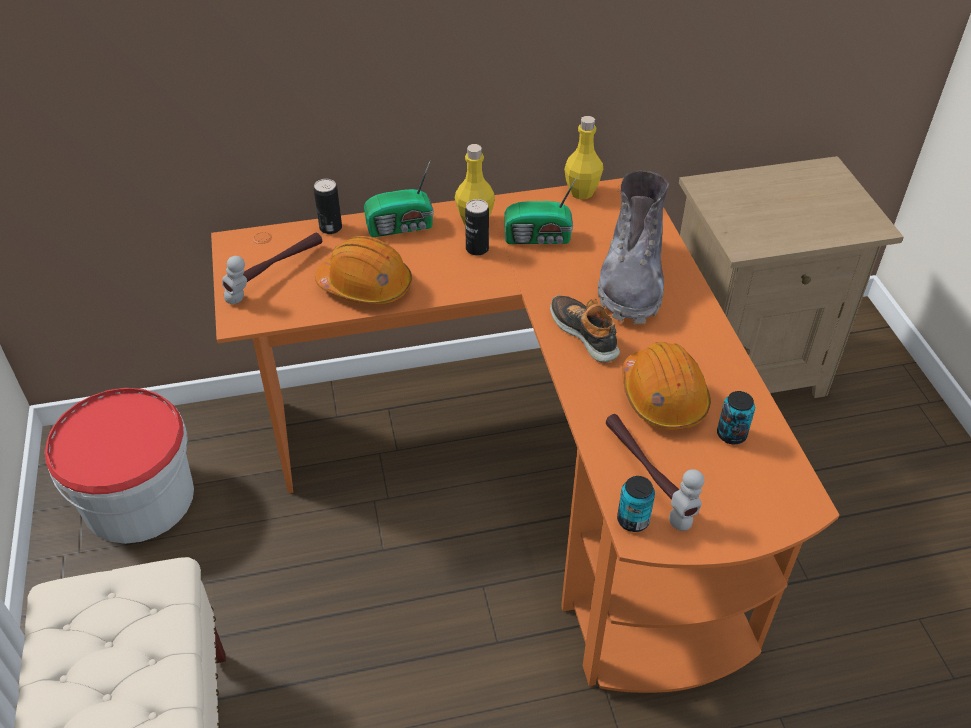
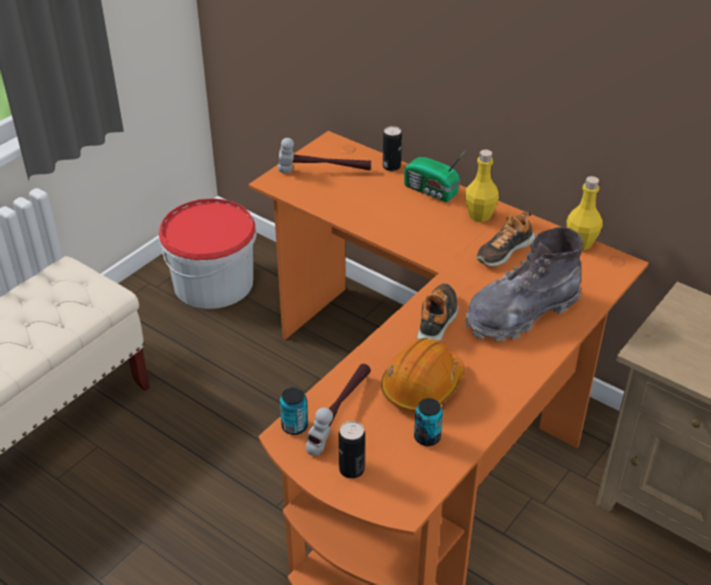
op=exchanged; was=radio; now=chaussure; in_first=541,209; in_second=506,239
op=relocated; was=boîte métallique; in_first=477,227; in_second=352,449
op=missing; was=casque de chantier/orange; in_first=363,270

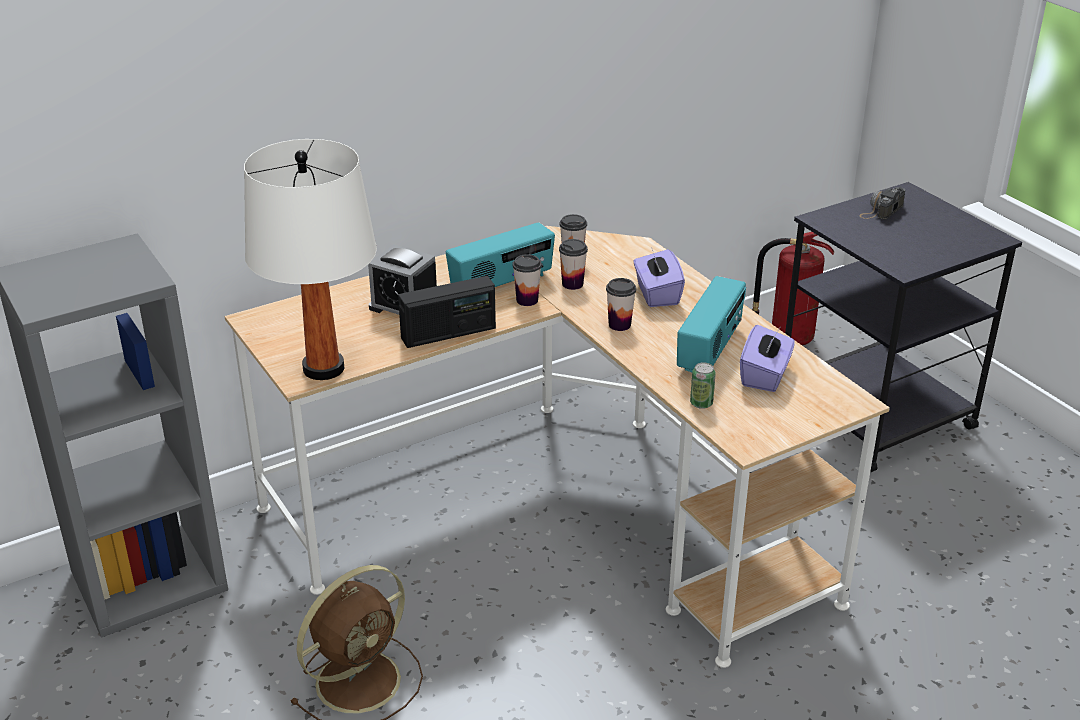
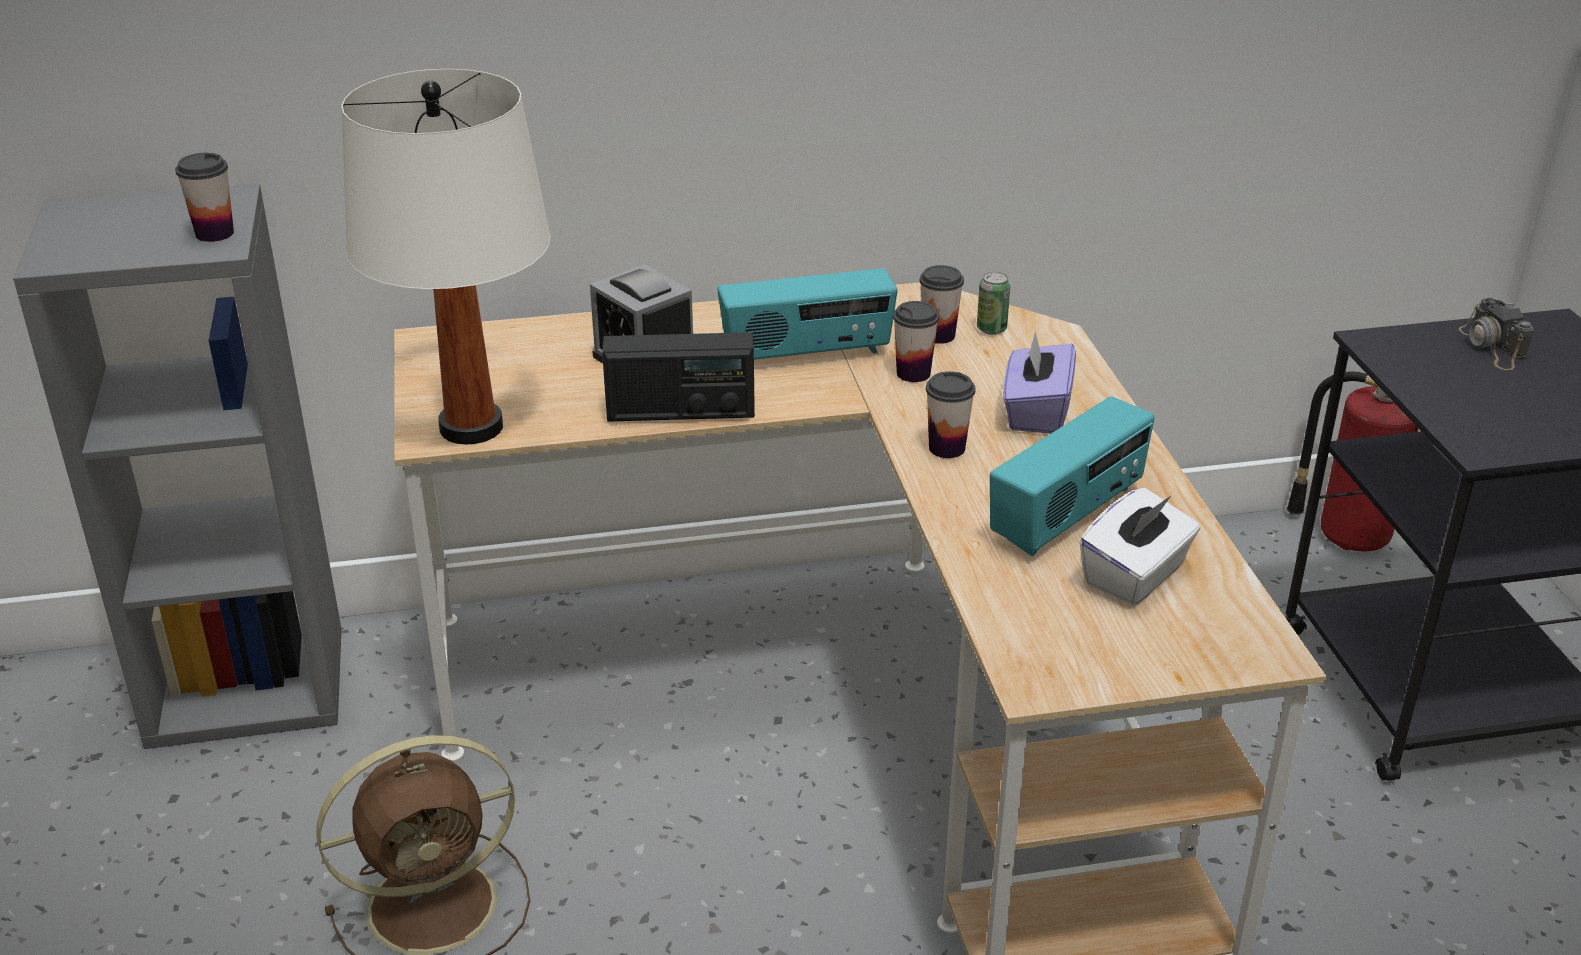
op=spun; was=appareil photo; in_first=882,203; in_second=1496,334; clockwise=-75
op=relocated; was=tasse; in_first=527,280; in_second=204,197
op=colour; was=boîte à mouchoirs/violet; now=boîte à mouchoirs/blanc; in_first=767,358; in_second=1140,546
op=relocated; was=boîte métallique; in_first=703,385; in_second=993,303

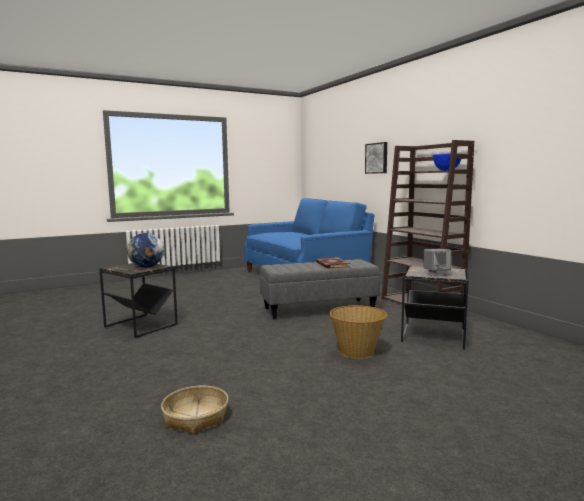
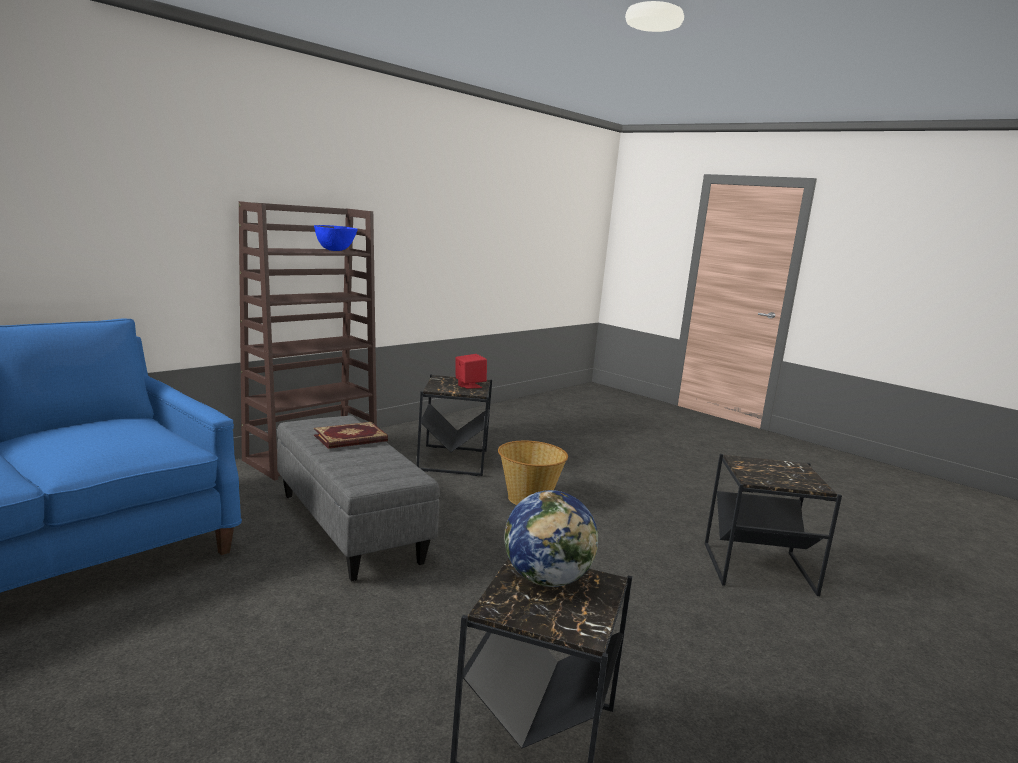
op=missing; was=tableau; in_first=376,158
op=colour; was=enceinte/gris; now=enceinte/rouge; in_first=437,262; in_second=471,371
op=exchanged; was=panier; now=table d'appoint/noir; in_first=195,410; in_second=773,525

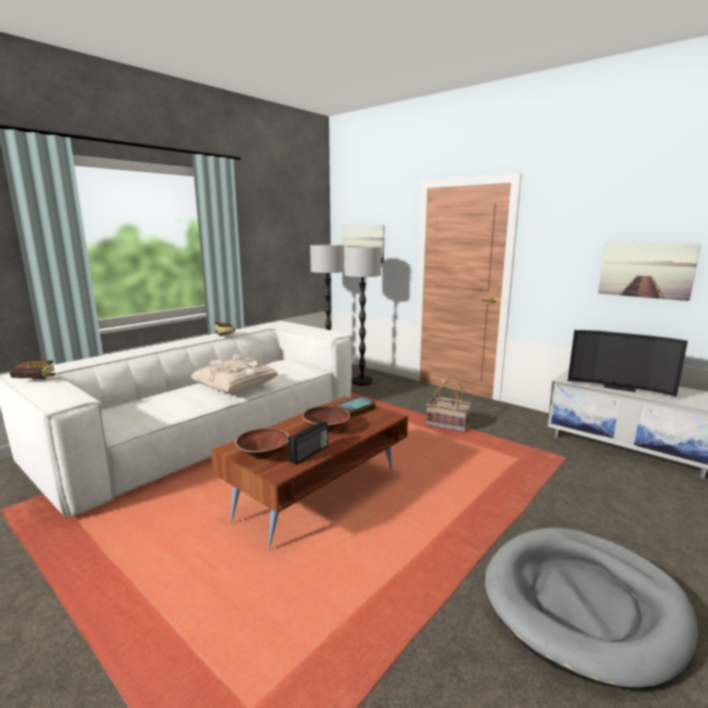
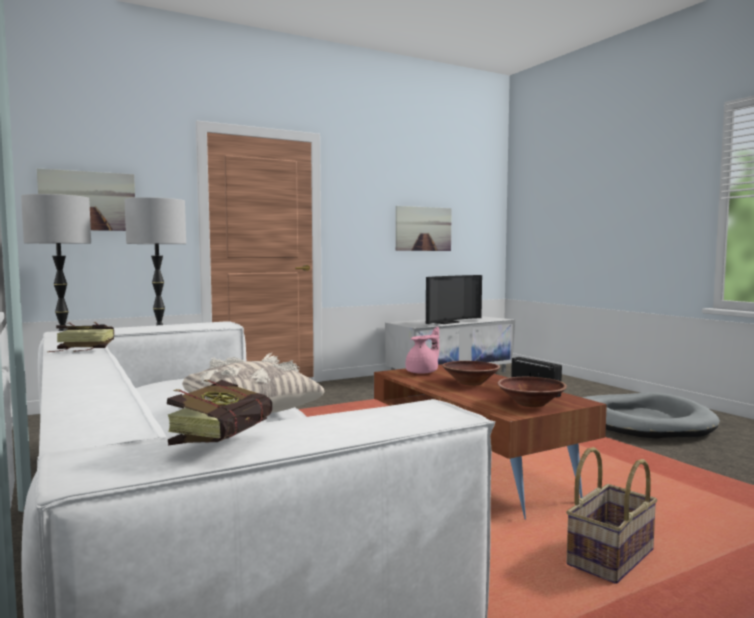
op=relocated; was=panier; in_first=449,405; in_second=612,515
op=exchanged; was=livre; now=théière/rose; in_first=355,407; in_second=422,350

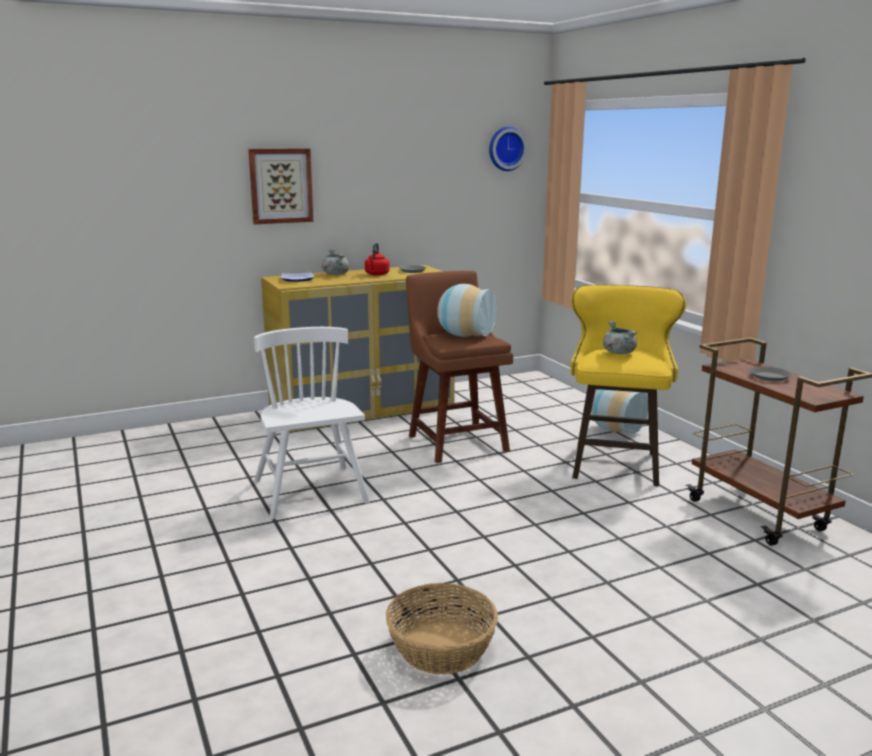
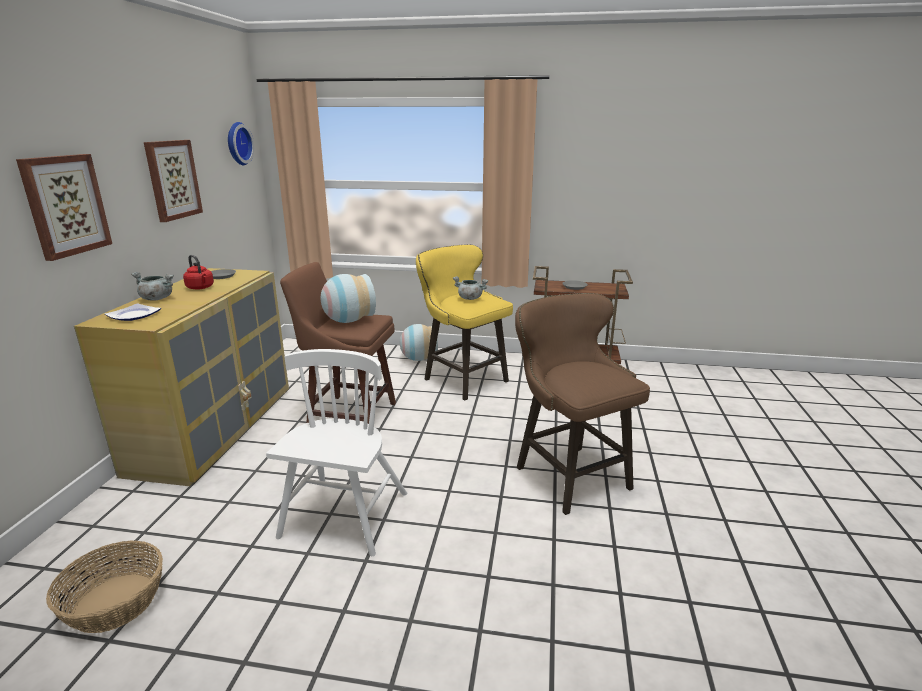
op=spun; was=chaise/blanc; in_first=312,423; in_second=336,452; clockwise=90
op=relocated; was=panier; in_first=442,629; in_second=104,586
op=appeared; now=tableau; in_second=173,181
op=appeared; now=tabouret/marron; in_second=582,404

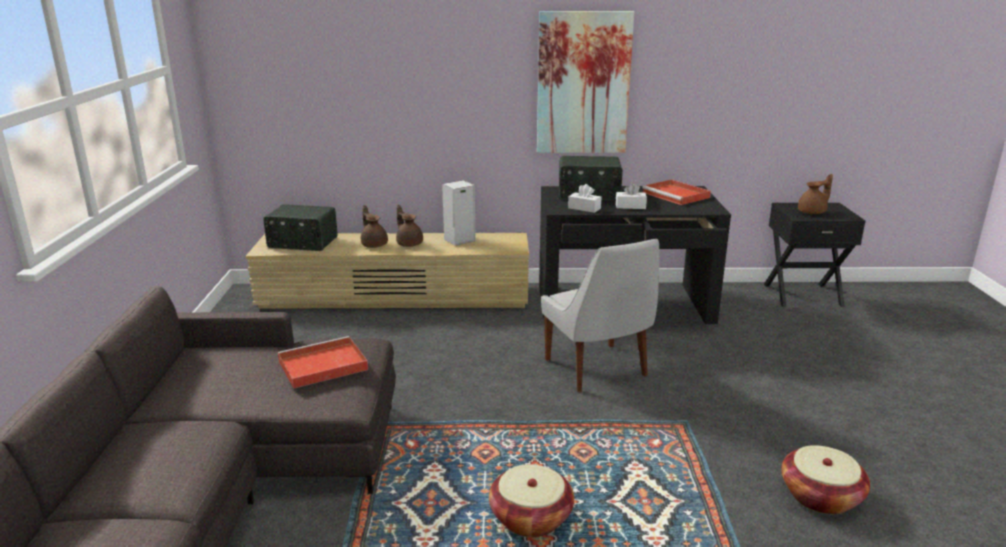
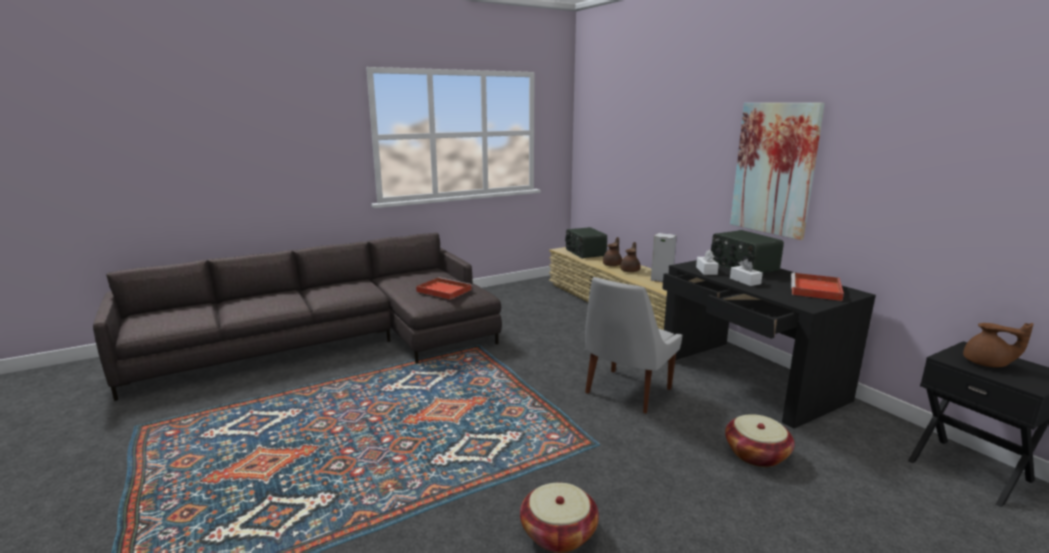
op=relocated; was=panier; in_first=531,500; in_second=760,440

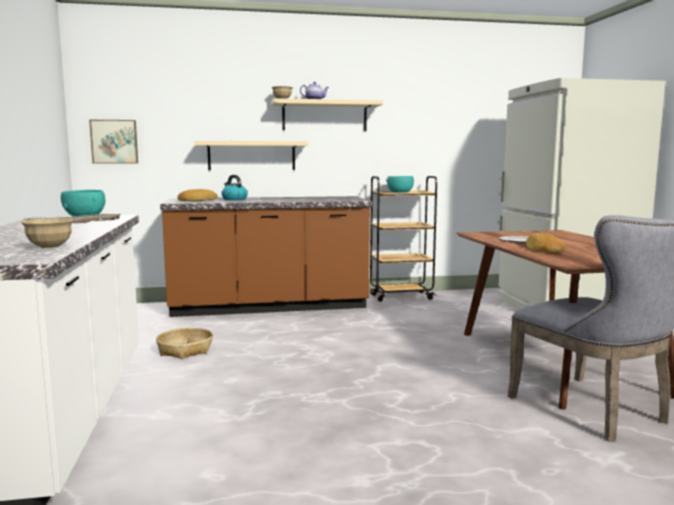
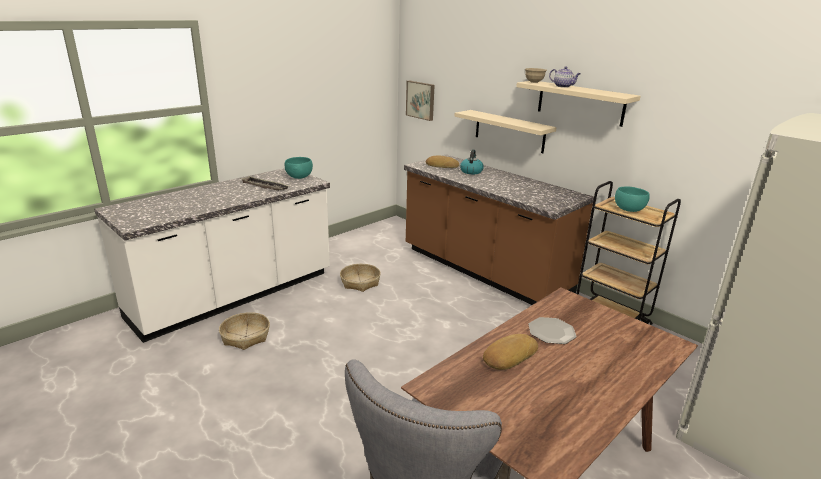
op=missing; was=bol/beige; in_first=47,233
op=appeared; now=panier; in_second=244,331

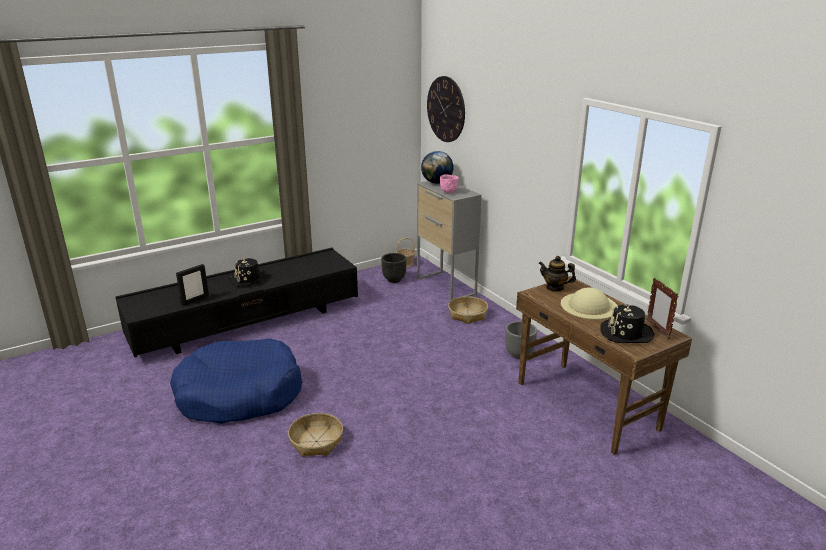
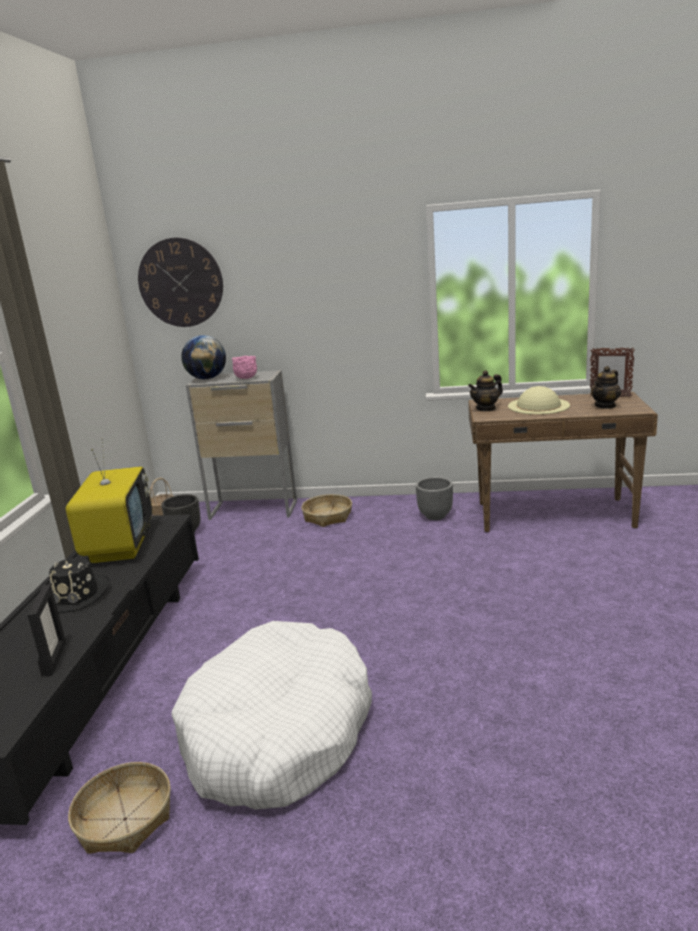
op=exchanged; was=chapeau/noir; now=théière; in_first=627,323; in_second=606,387
op=colour; was=panier pour chien/bleu; now=panier pour chien/blanc; in_first=236,381; in_second=272,715
op=relocated; was=panier; in_first=315,435; in_second=119,808
op=appeared; now=téléviseur; in_second=109,500

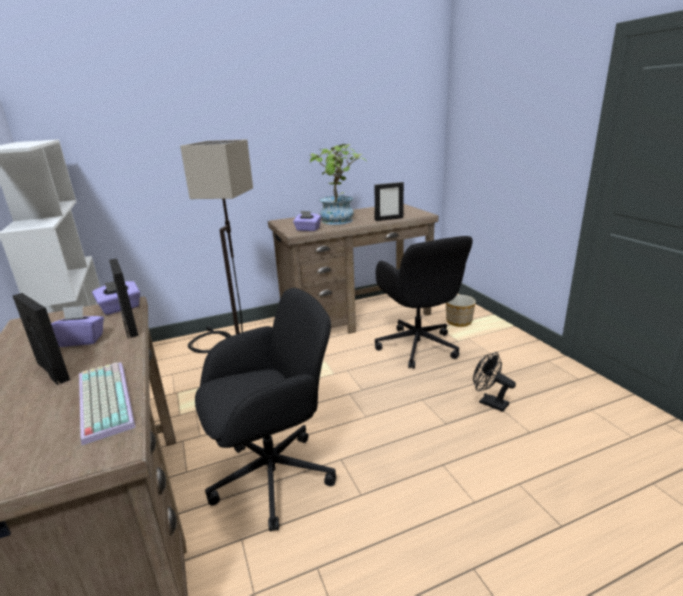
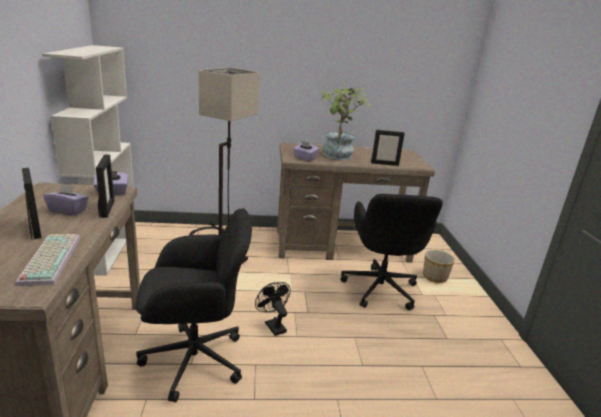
op=relocated; was=ventilateur/noir; in_first=494,382; in_second=273,309

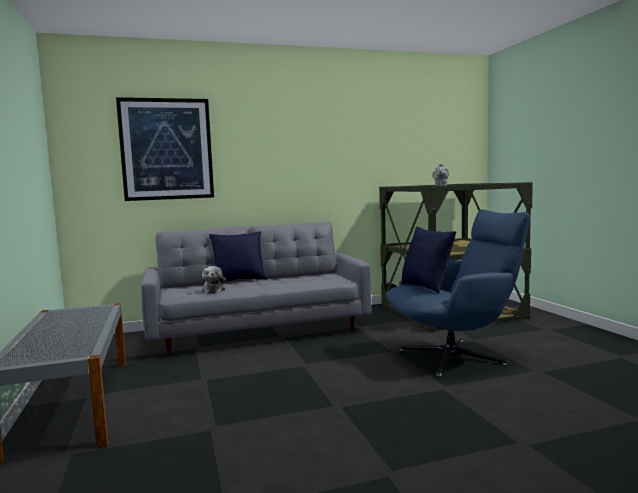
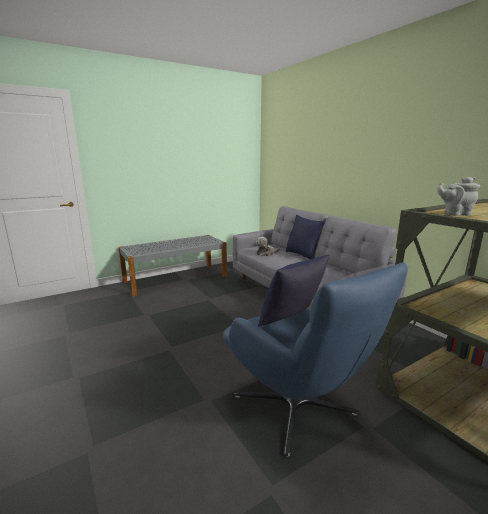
op=missing; was=tableau; in_first=165,149

